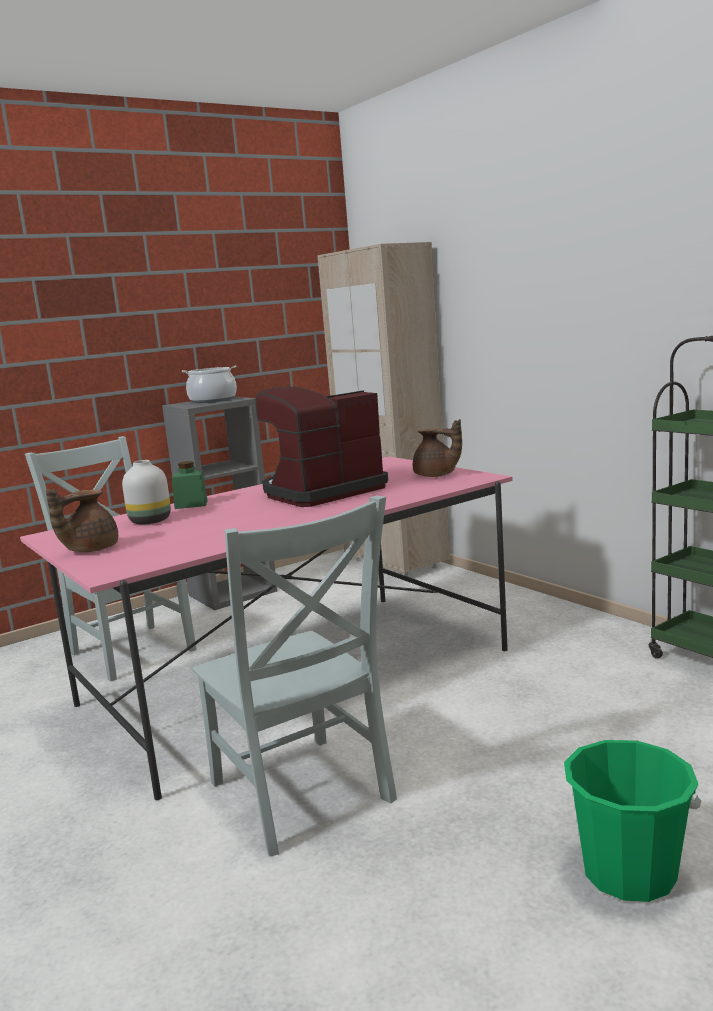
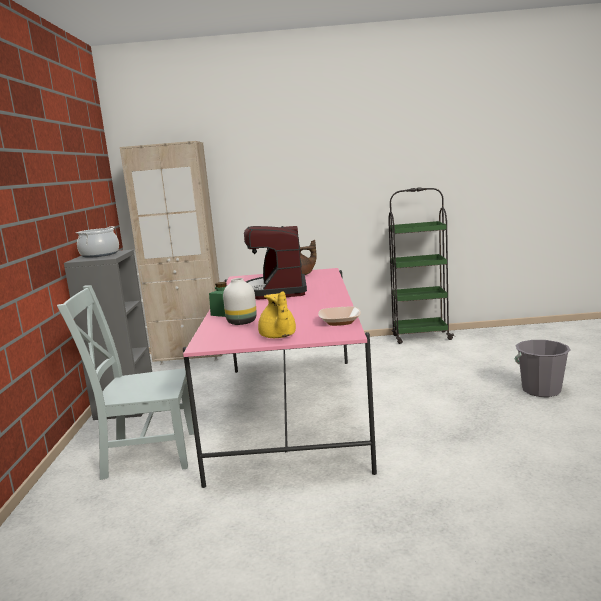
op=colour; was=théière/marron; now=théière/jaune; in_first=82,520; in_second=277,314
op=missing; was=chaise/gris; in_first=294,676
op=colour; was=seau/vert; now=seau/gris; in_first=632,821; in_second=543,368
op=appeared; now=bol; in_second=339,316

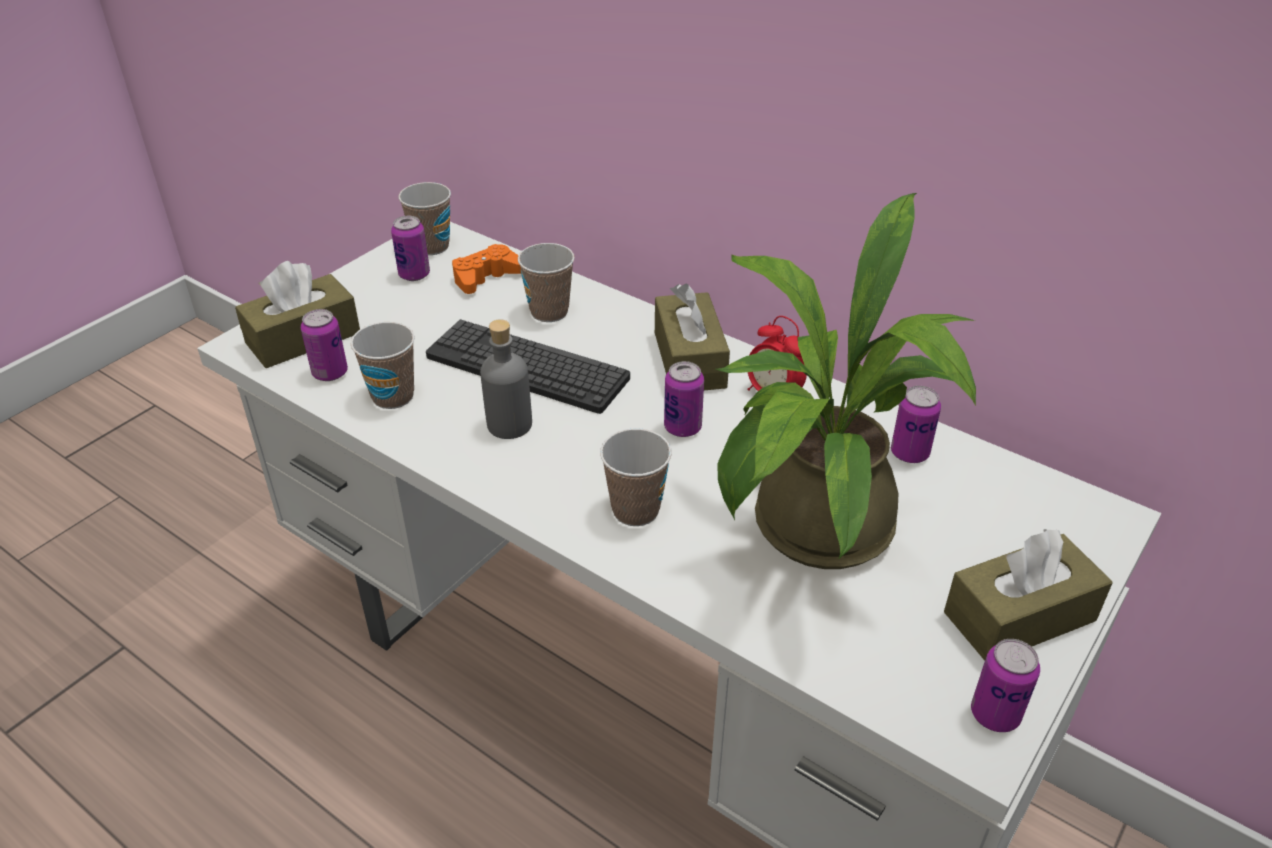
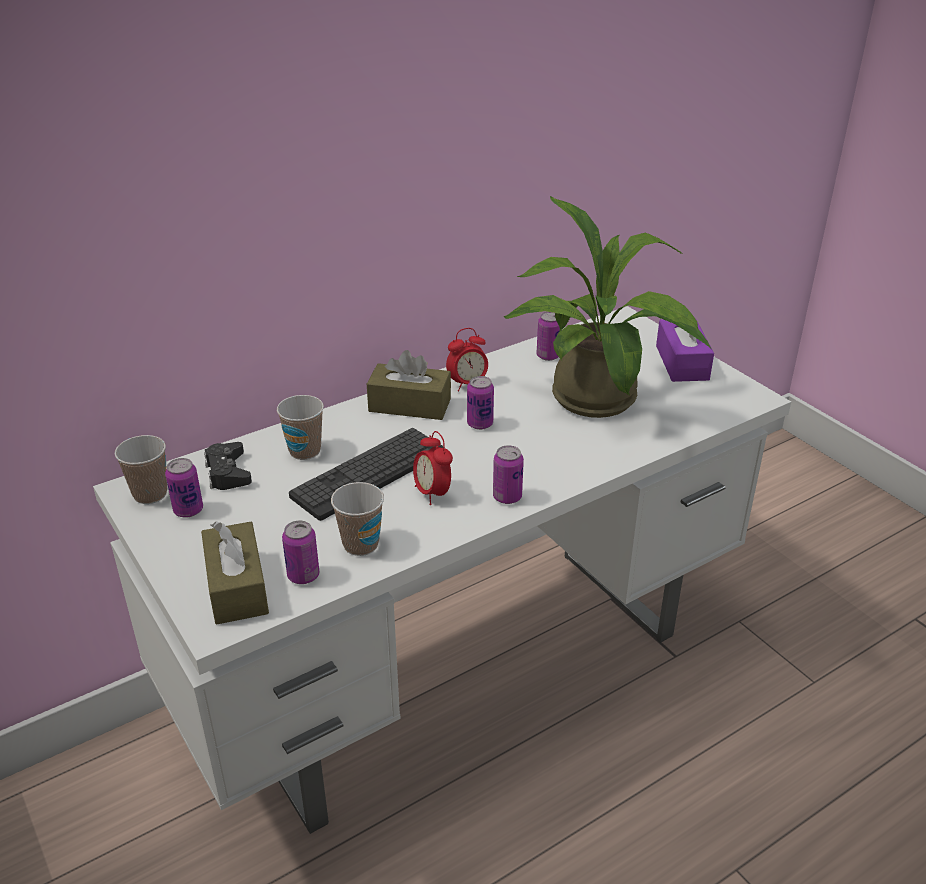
op=colour; was=manette/orange; now=manette/noir; in_first=486,269; in_second=228,466
op=exchanged; was=bouteille/gris; now=réveil; in_first=506,379; in_second=433,468
op=missing; was=tasse; in_first=636,477
op=colour; was=boîte à mouchoirs/marron; now=boîte à mouchoirs/violet; in_first=1028,595; in_second=685,350
op=relocated; was=boîte métallique; in_first=1005,685; in_second=508,474

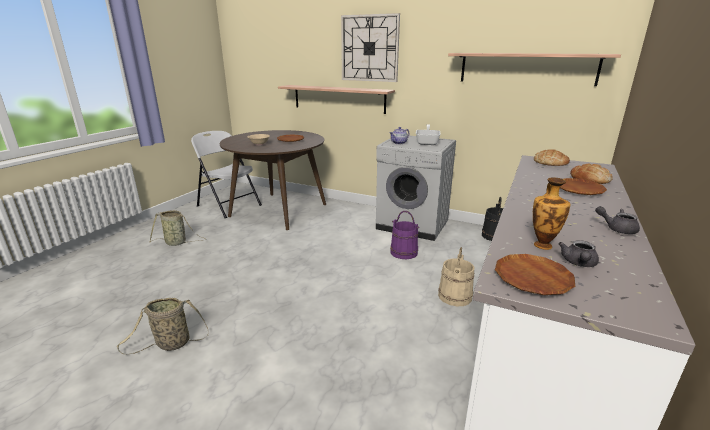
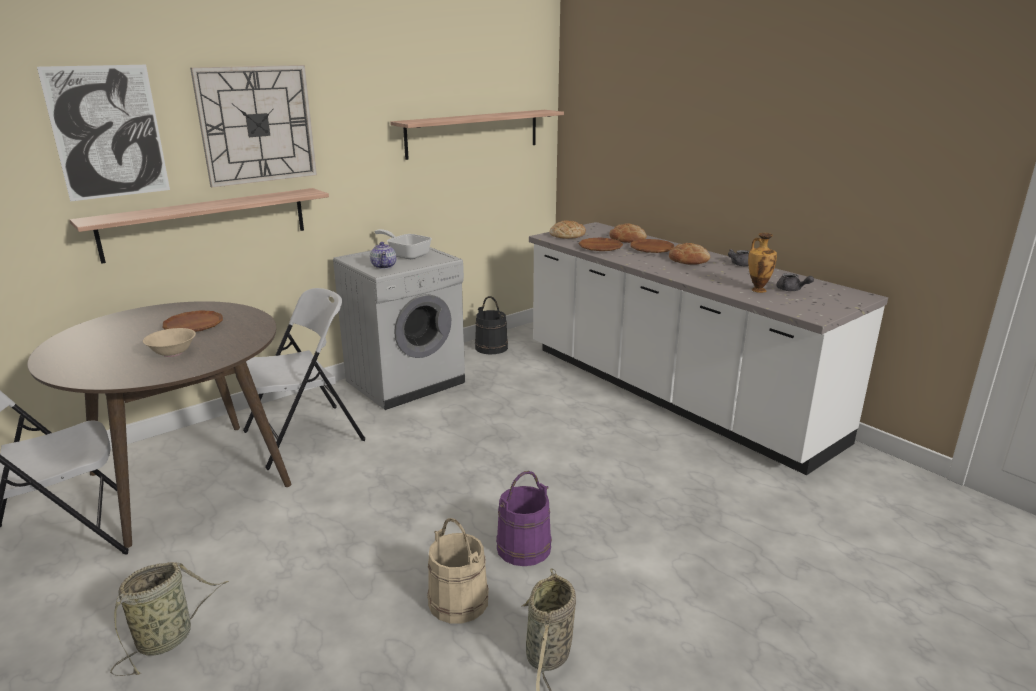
op=relocated; was=seau/violet; in_first=405,235; in_second=524,518
op=relocated; was=seau/beige; in_first=456,276; in_second=458,571
op=relocated; was=assiette/marron; in_first=535,274; in_second=600,244
op=appeared; now=tableau; in_second=103,133
op=appeared; now=pain; in_second=689,254
op=appeared; now=chaise/blanc; in_second=304,379

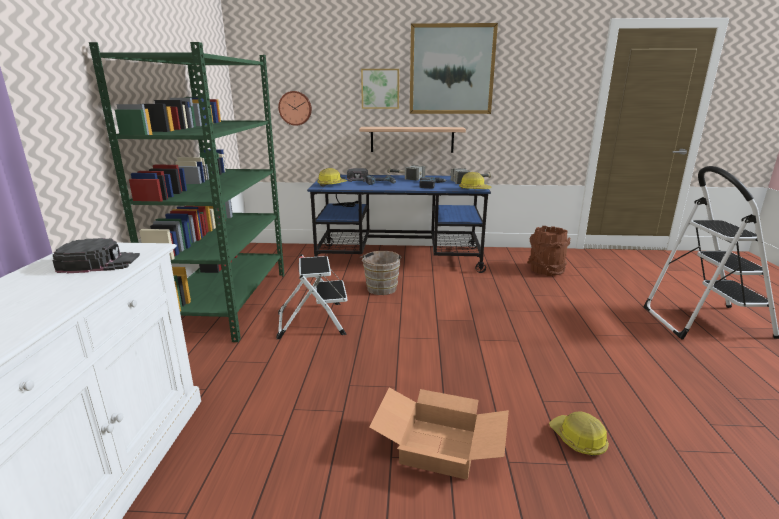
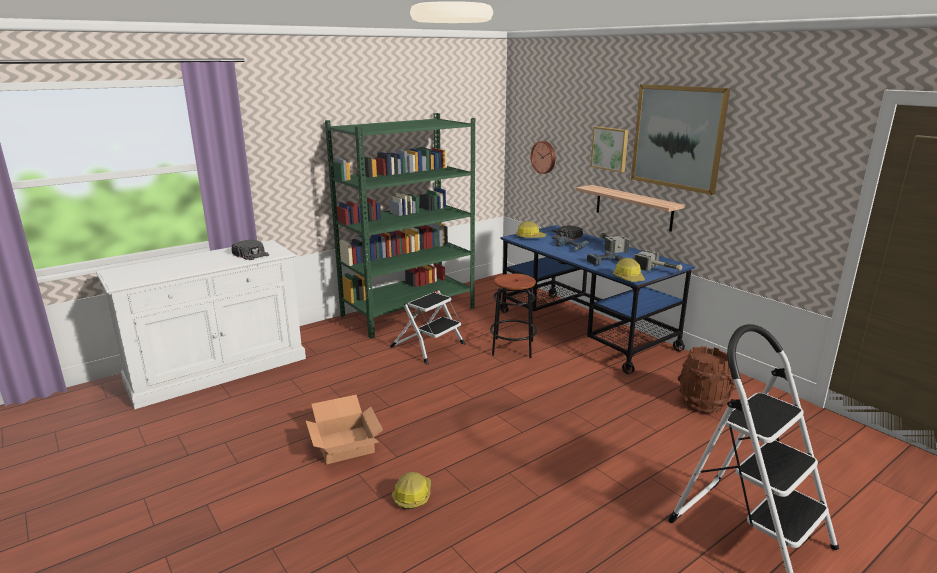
op=exchanged; was=seau/marron; now=tabouret/noir; in_first=381,273; in_second=513,316

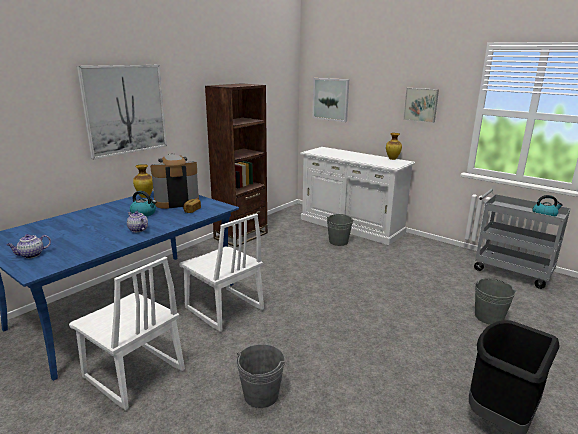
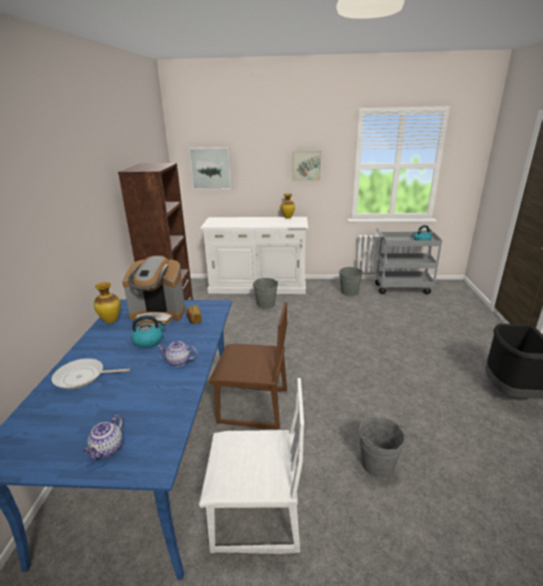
op=missing; was=tableau; in_first=122,112
op=spun; was=machine à café; in_first=174,181; in_second=154,291; clockwise=-120
op=colour; was=chaise/blanc; now=chaise/marron; in_first=221,272; in_second=248,365
op=relocated; was=seau/gris; in_first=495,301; in_second=351,281
op=appeared; now=poêle; in_second=90,373

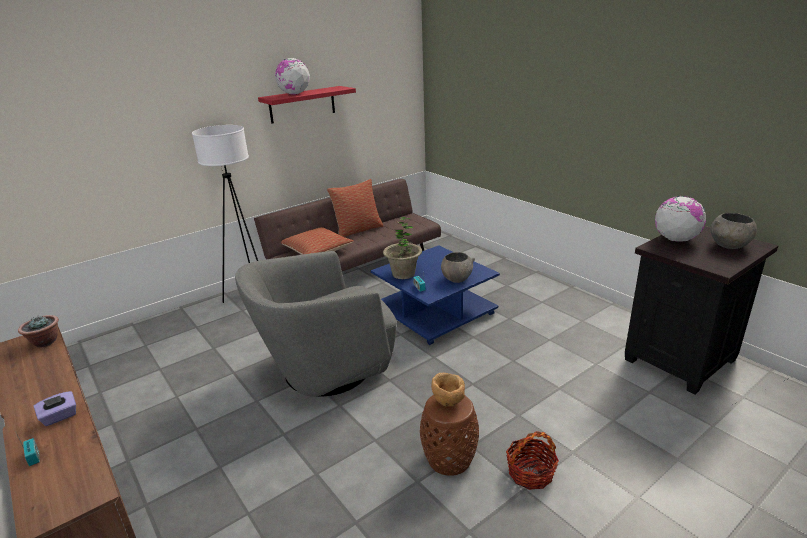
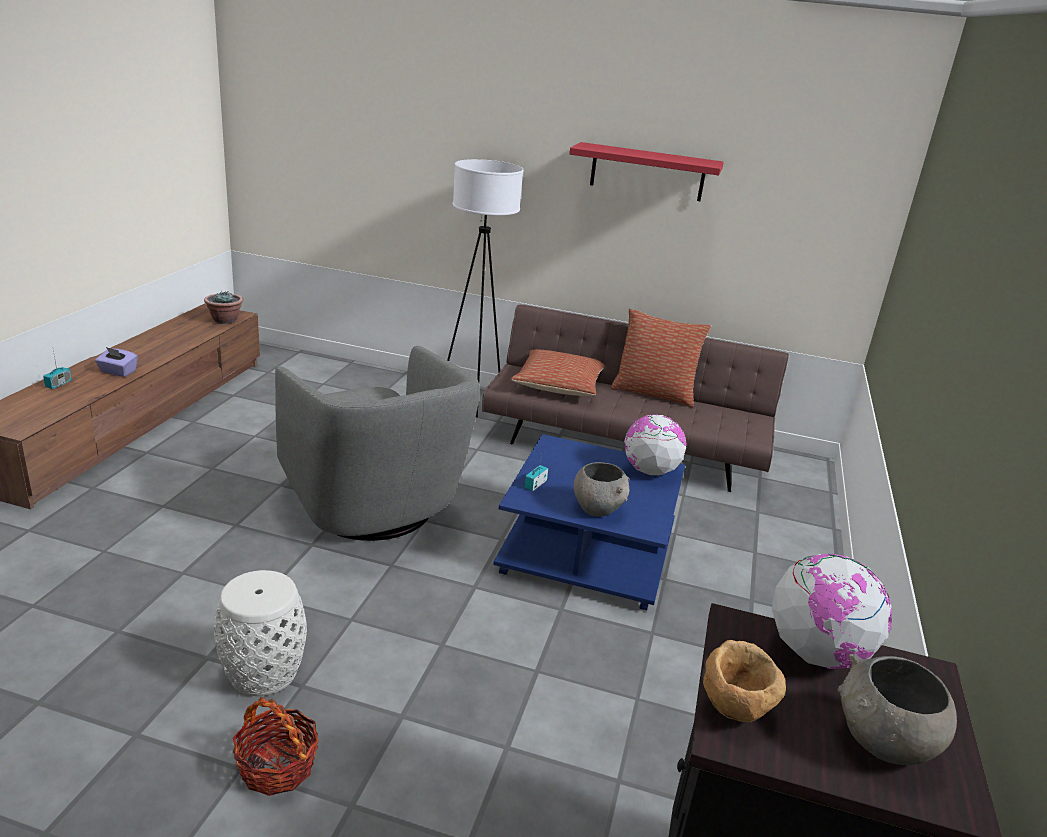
op=relocated; was=globe; in_first=292,76; in_second=655,444
op=missing; was=plante en pot; in_first=402,247
op=spun; was=fauteuil/gris; in_first=316,324; in_second=377,443; clockwise=-150
op=relocated; was=bol/marron; in_first=448,390; in_second=744,681
op=colour; was=tabouret/marron; now=tabouret/blanc; in_first=449,435; in_second=260,633

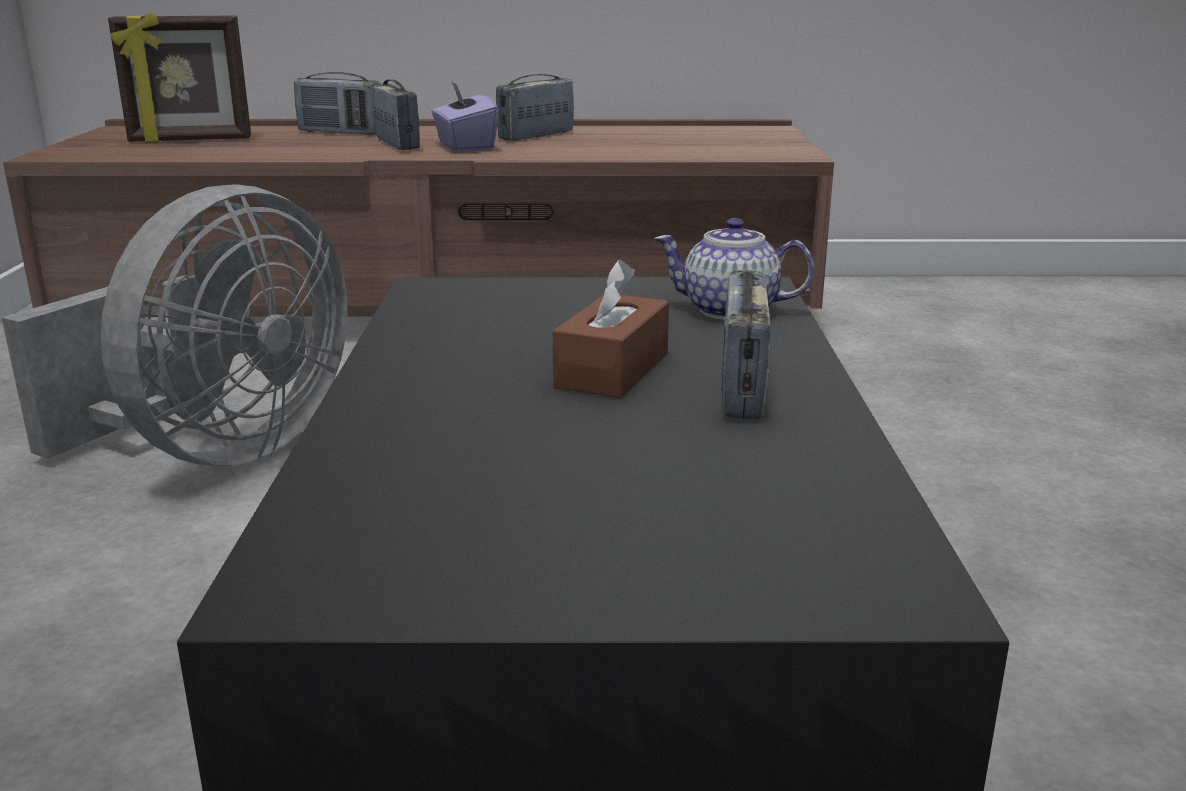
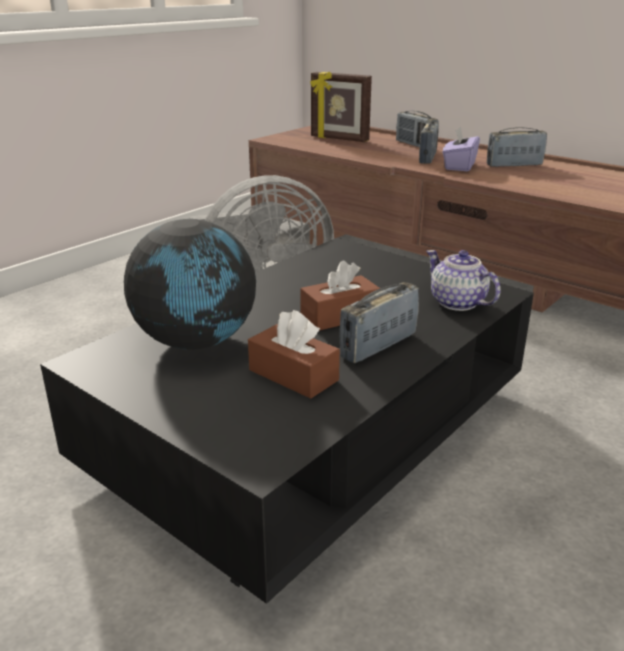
op=appeared; now=globe; in_second=190,284
op=appeared; now=boîte à mouchoirs/marron; in_second=294,354

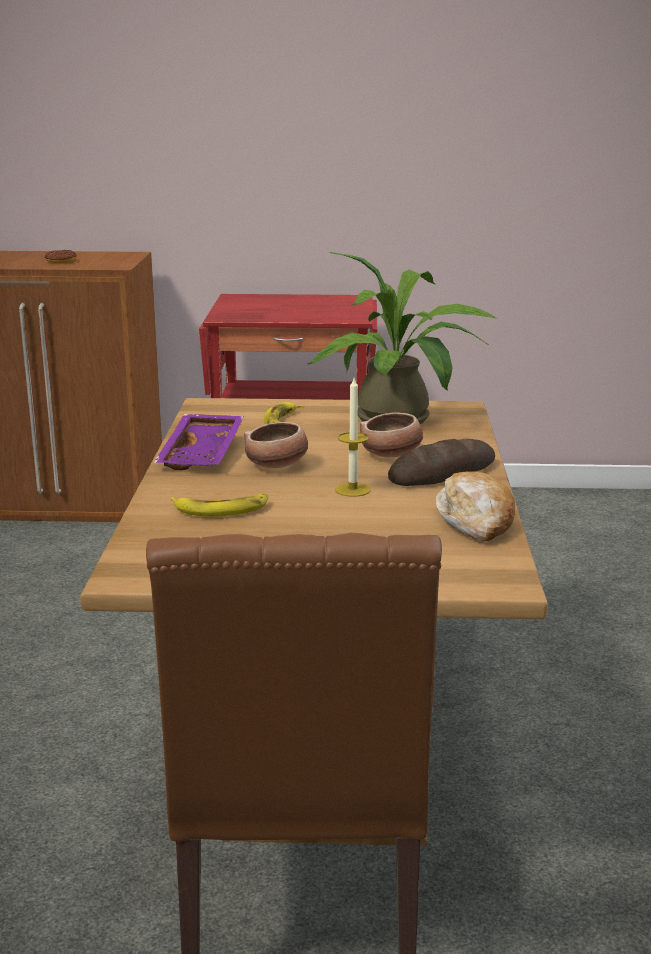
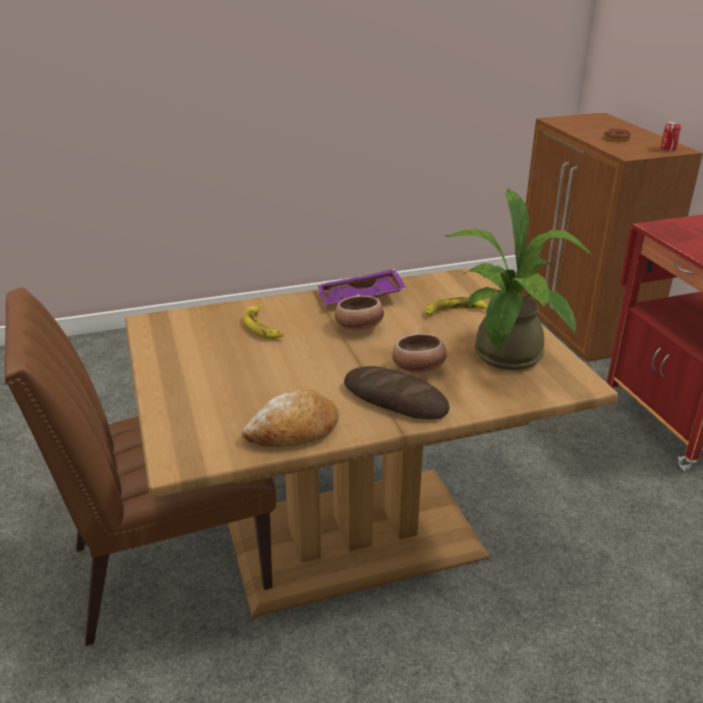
op=missing; was=bougie; in_first=353,437
op=appeared; now=boîte métallique; in_second=670,136

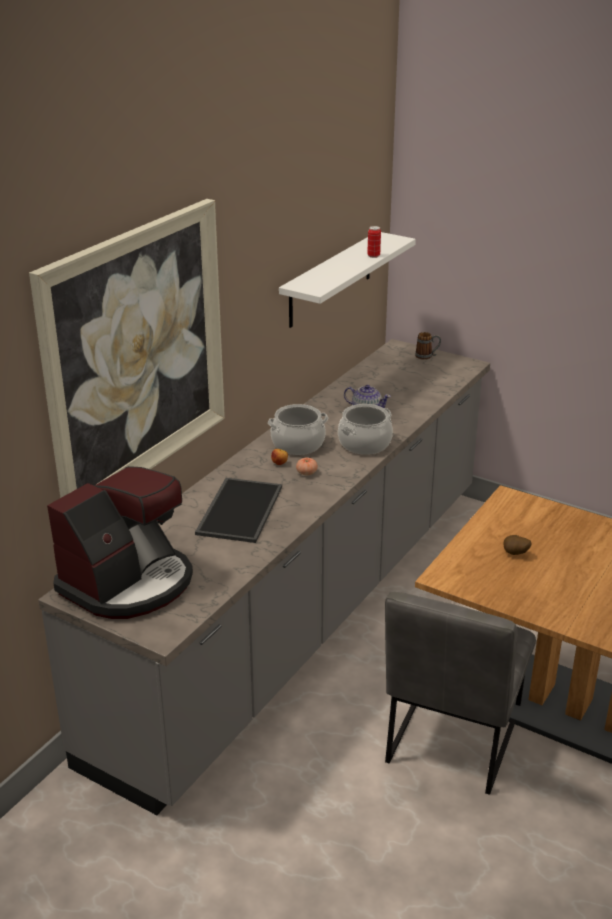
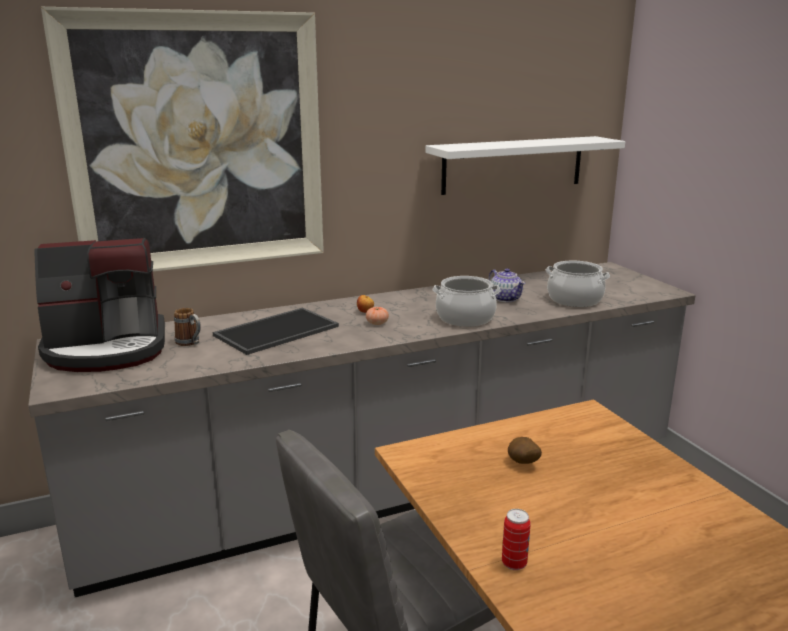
op=relocated; was=boîte métallique; in_first=374,242; in_second=516,539
op=relocated; was=mug; in_first=428,346; in_second=187,327
op=relocated; was=marmite; in_first=298,429; in_second=578,284

